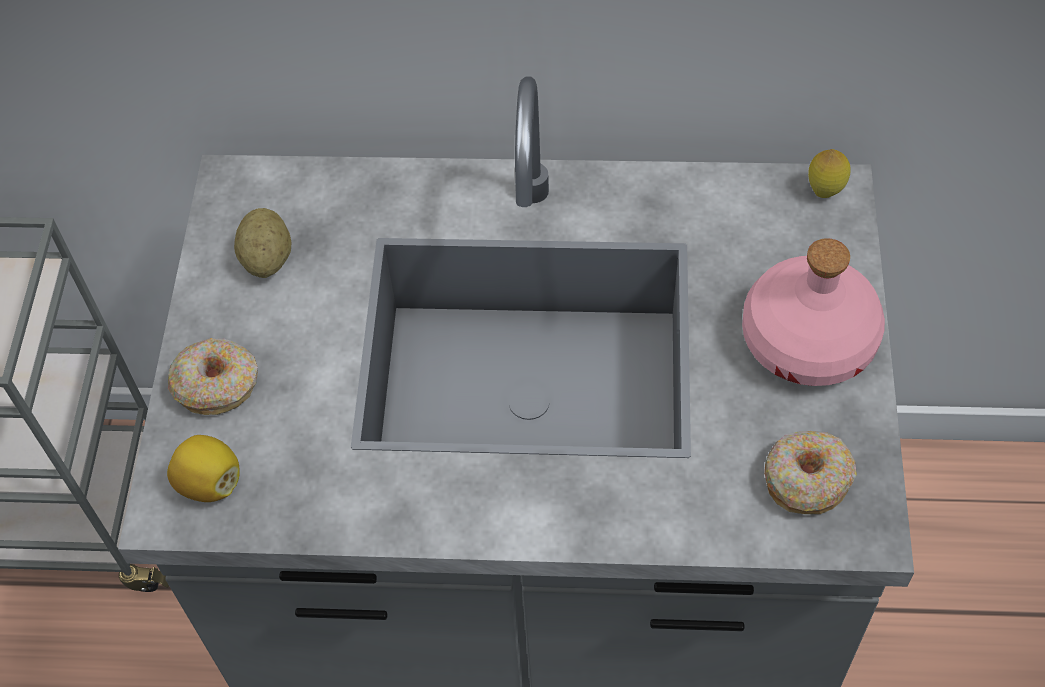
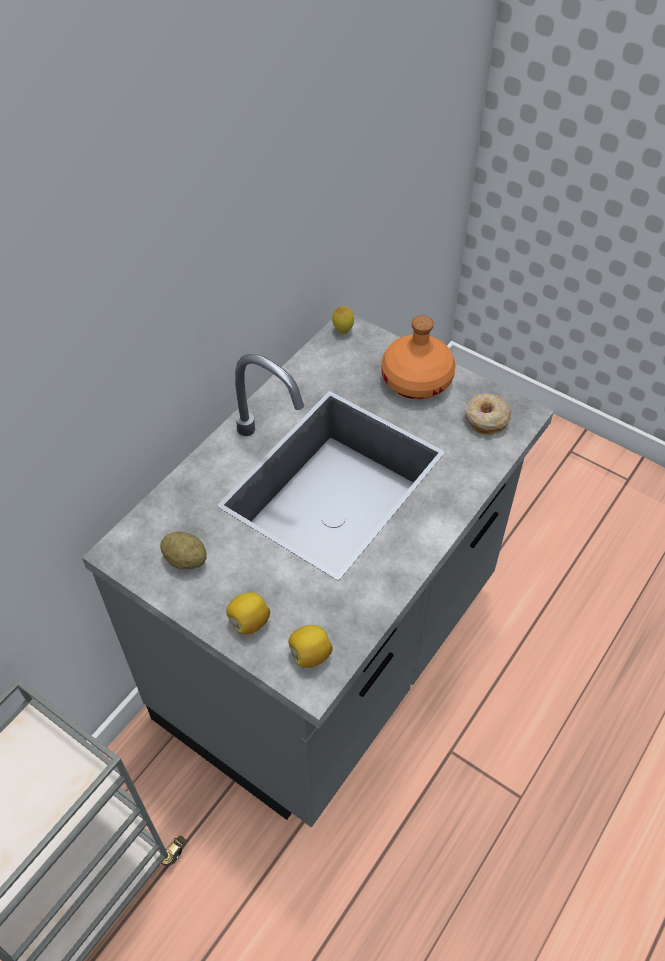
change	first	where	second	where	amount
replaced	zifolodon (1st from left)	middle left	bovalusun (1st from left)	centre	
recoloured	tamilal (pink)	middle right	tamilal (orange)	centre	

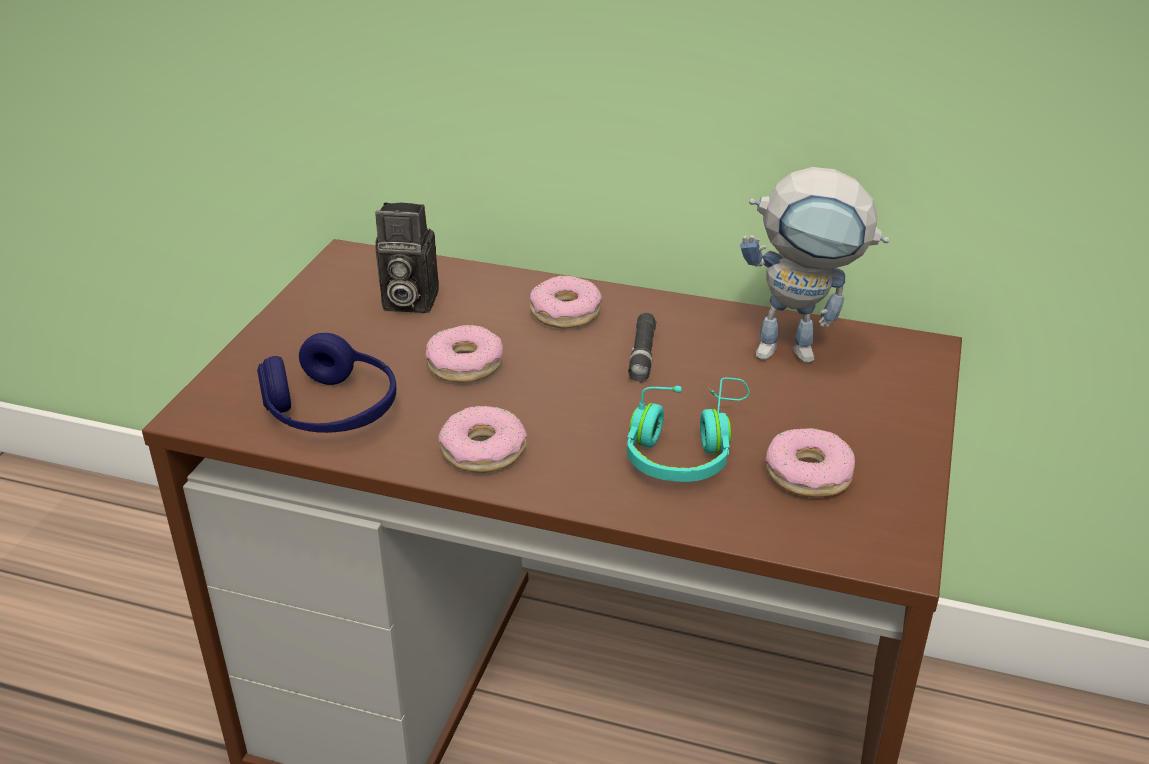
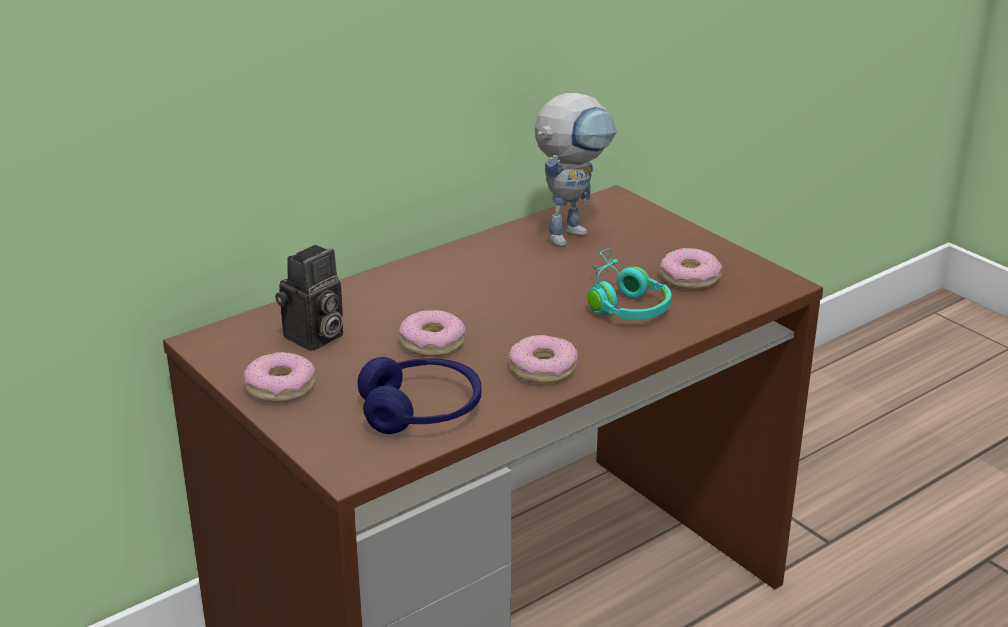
change	first	where	second	where	amount
moved	zifolodon (3rd from left in the first image)	centre	zifolodon (1st from left)	middle left	
removed	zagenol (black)	centre			

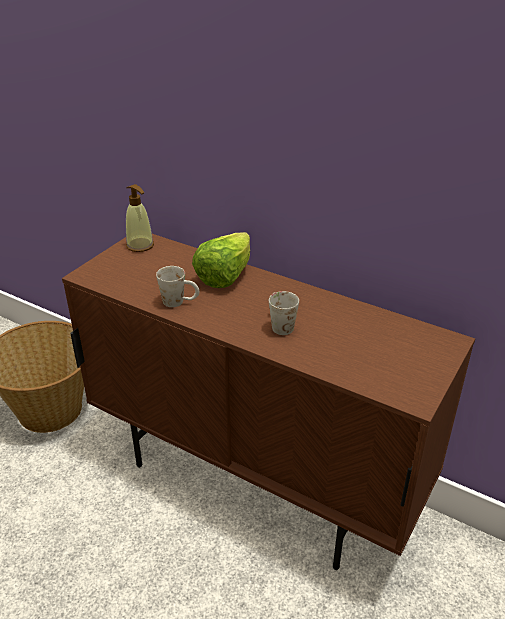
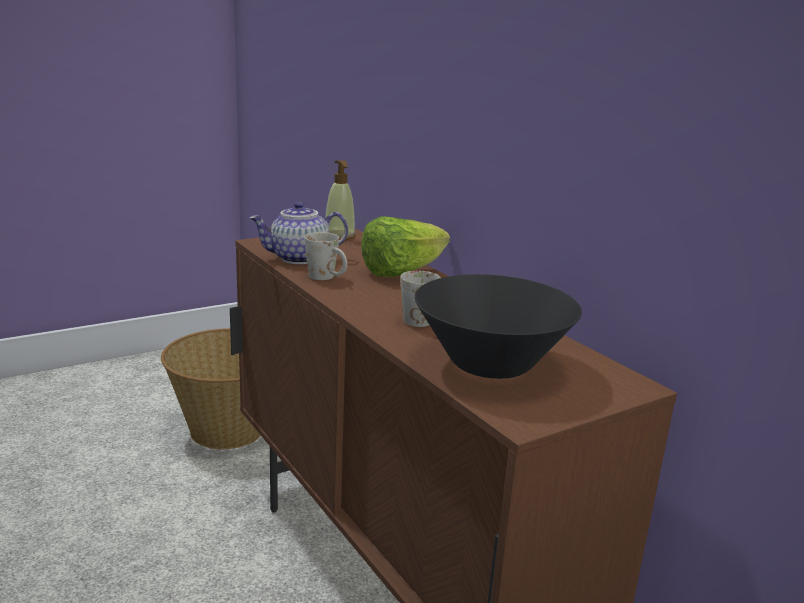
change	first	where	second	where	amount
added			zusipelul	centre	
added			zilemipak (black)	centre	

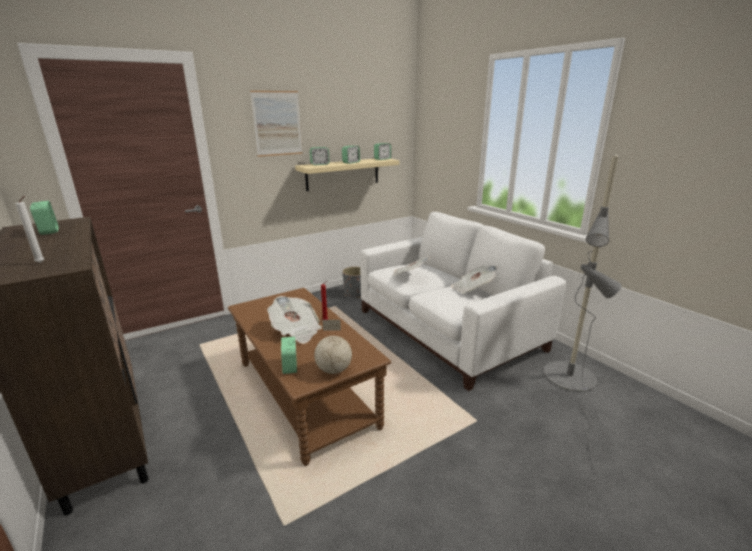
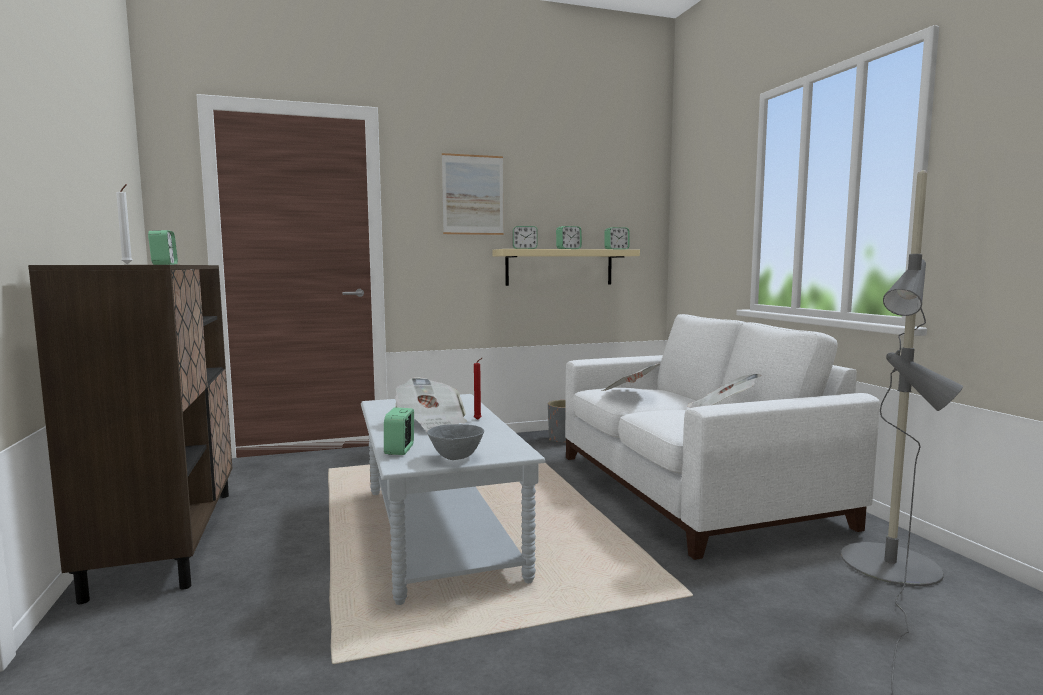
change	first	where	second	where	amount
recoloured	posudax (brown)	bottom centre	posudax (grey)	bottom centre	
replaced	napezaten	centre	zilemipak (grey)	centre	

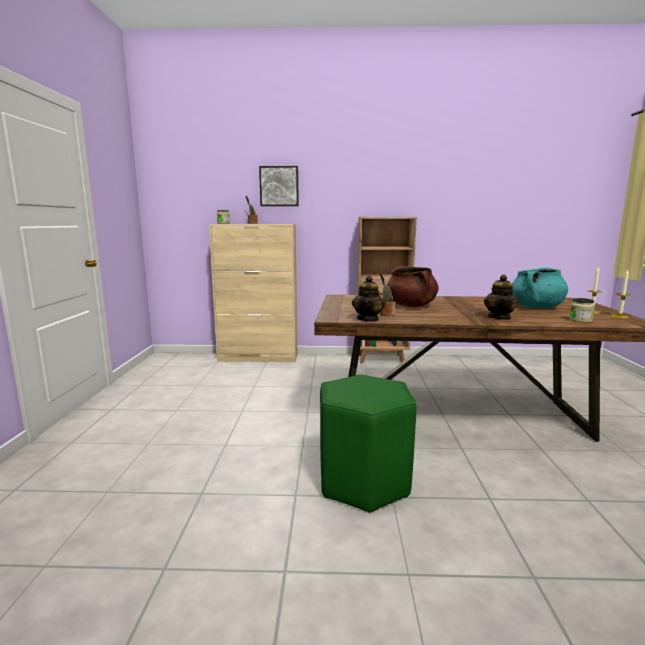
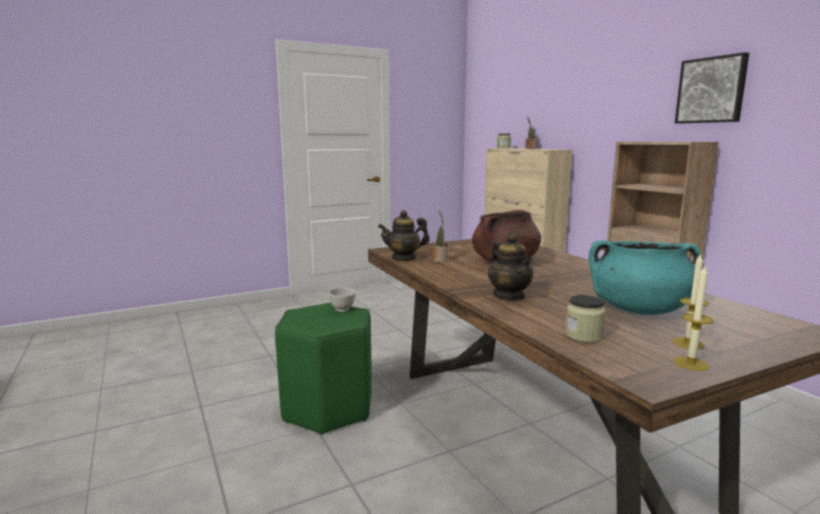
change	first	where	second	where	amount
added			zilemipak (white)	centre	
turned	zusipelul (2nd from left)	middle right		centre	90 degrees counterclockwise
moved	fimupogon	top centre		top right	

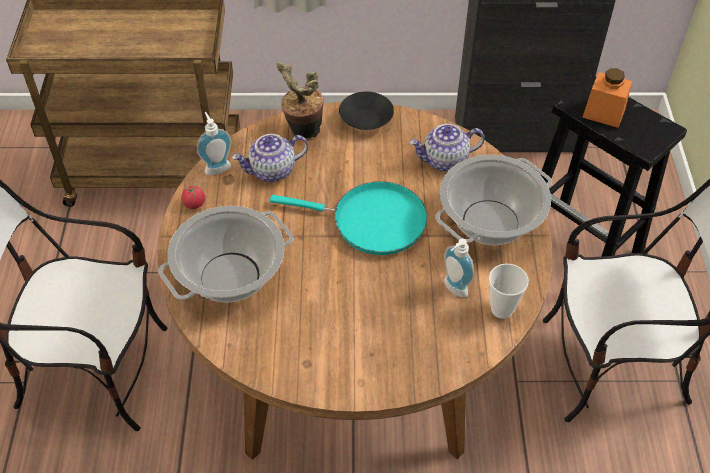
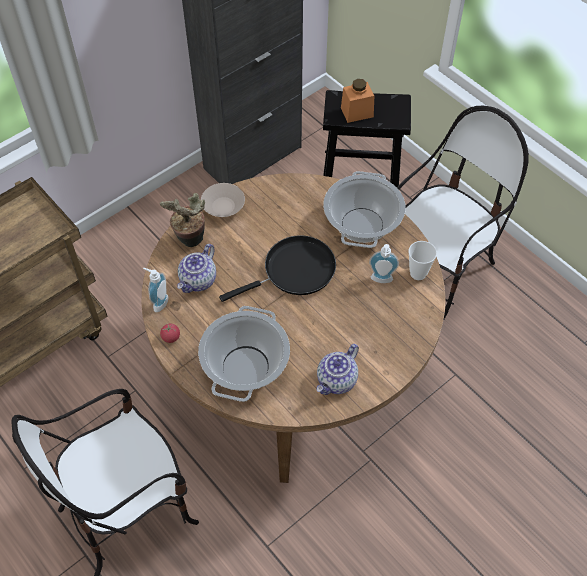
change	first	where	second	where	amount
recoloured	zilemipak (black)	top centre	zilemipak (beige)	centre	
recoloured	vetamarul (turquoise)	centre	vetamarul (black)	centre	
moved	zusipelul (2nd from left)	top centre		centre	

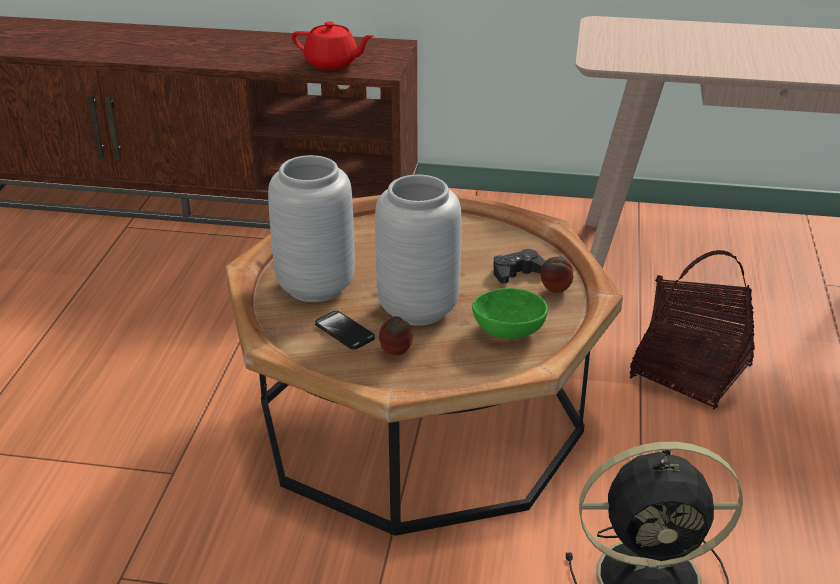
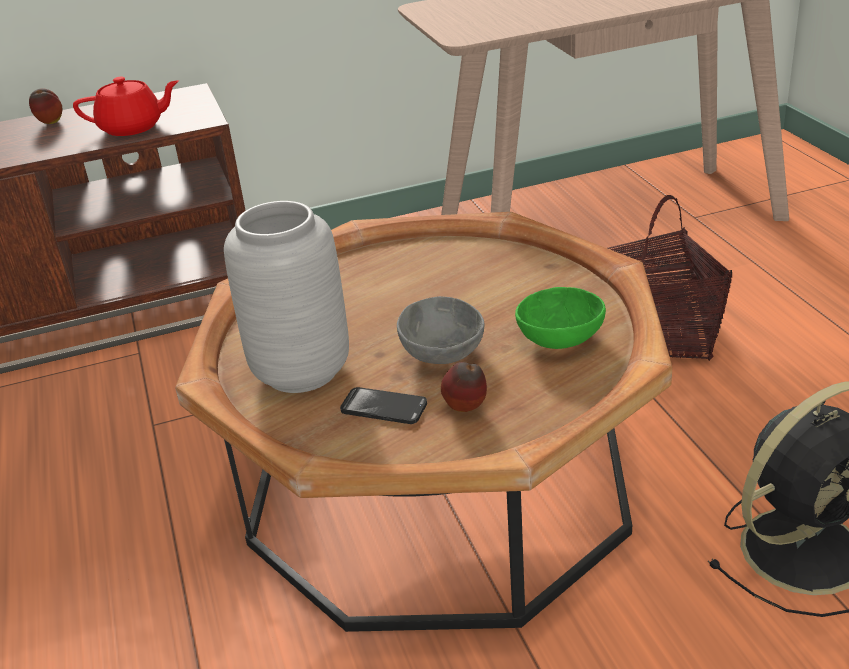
change	first	where	second	where	amount
moved	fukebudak (2nd from left in the first image)	centre	fukebudak (1st from left)	top left	
replaced	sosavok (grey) (2nd from left)	centre	zilemipak (grey)	centre	
removed	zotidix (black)	centre			

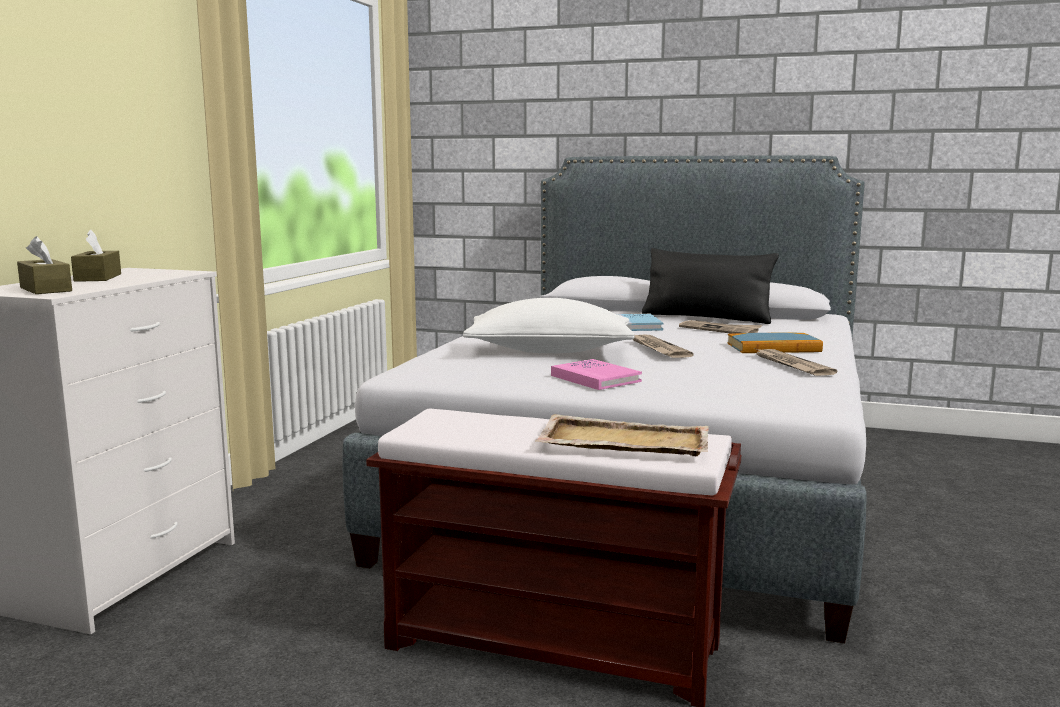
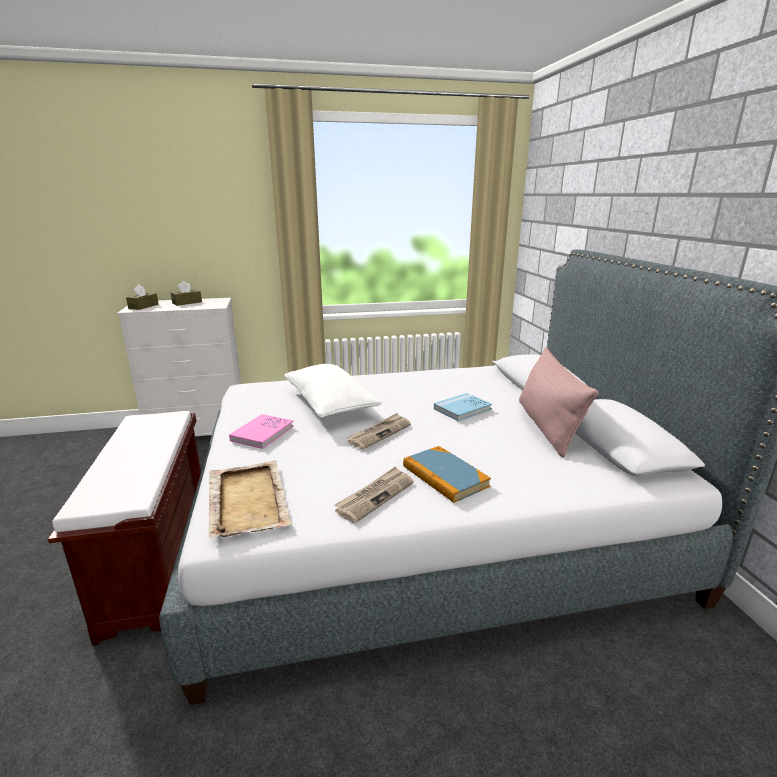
change	first	where	second	where	amount
moved	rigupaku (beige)	centre		middle left	
recoloured	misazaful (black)	middle right	misazaful (pink)	middle right	
removed	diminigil (2nd from left)	middle right			

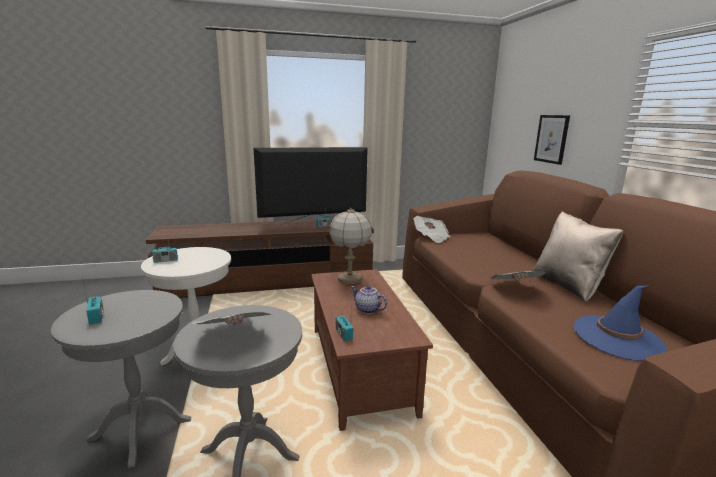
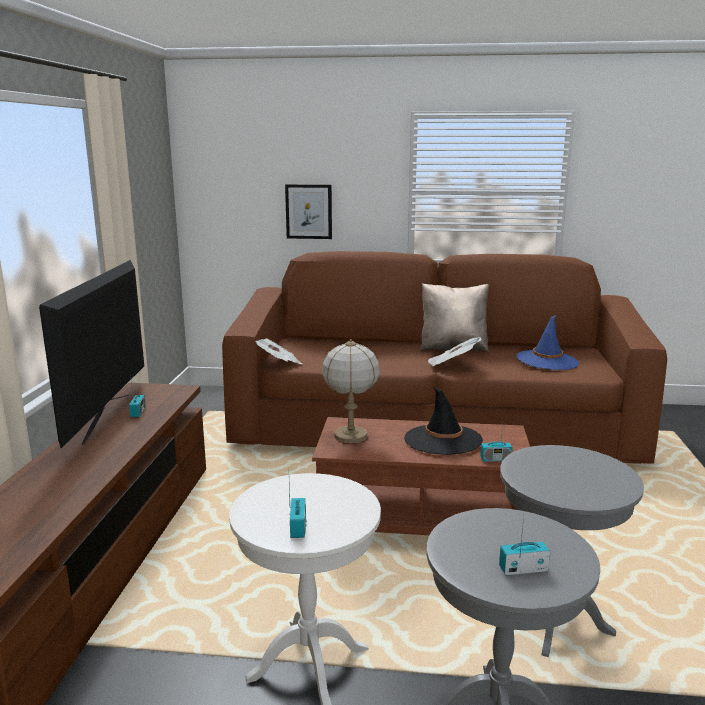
change	first	where	second	where	amount
replaced	zusipelul	centre	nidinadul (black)	centre	
removed	diminigil (1st from left)	bottom left			

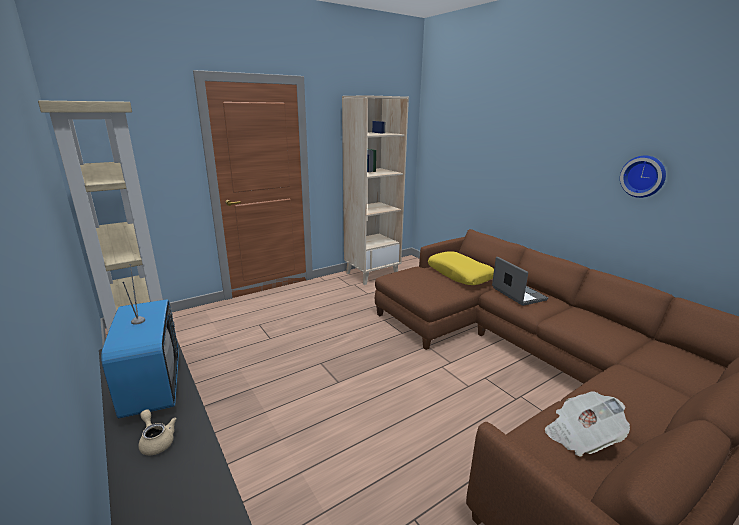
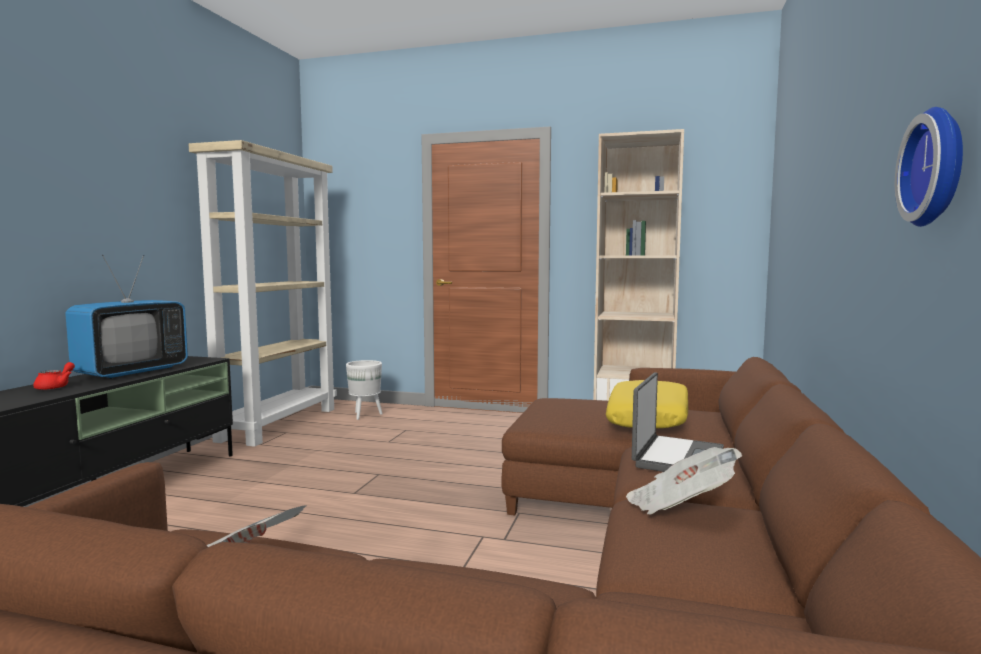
change	first	where	second	where	amount
recoloured	zusipelul (beige)	bottom left	zusipelul (red)	middle left	
added			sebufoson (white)	centre	
added			diminigil (2nd from left)	bottom right	

